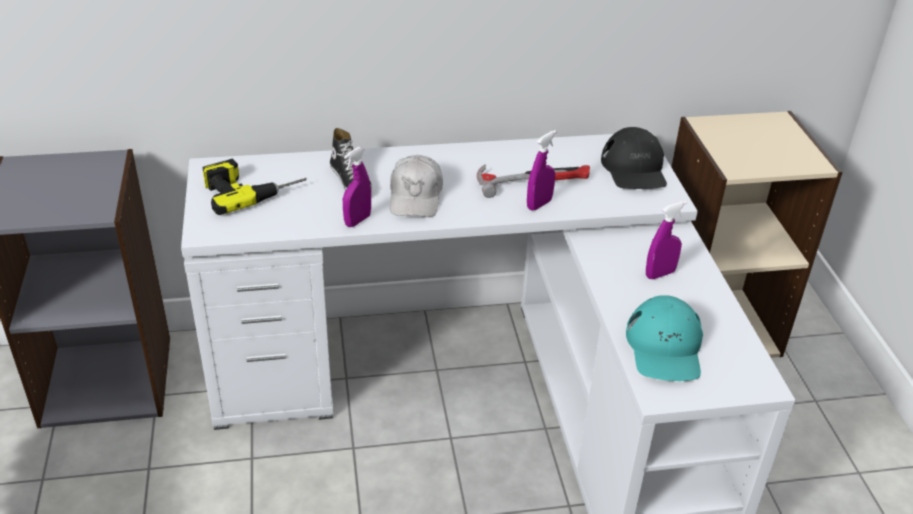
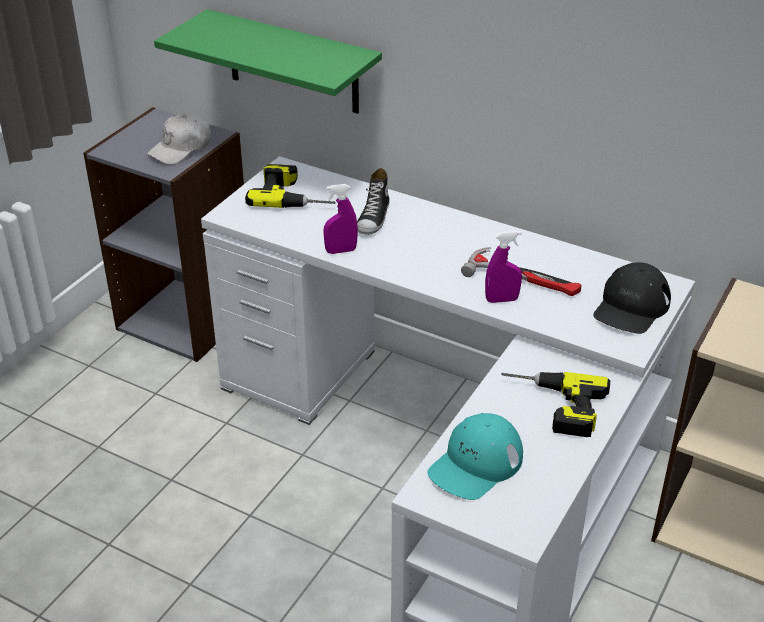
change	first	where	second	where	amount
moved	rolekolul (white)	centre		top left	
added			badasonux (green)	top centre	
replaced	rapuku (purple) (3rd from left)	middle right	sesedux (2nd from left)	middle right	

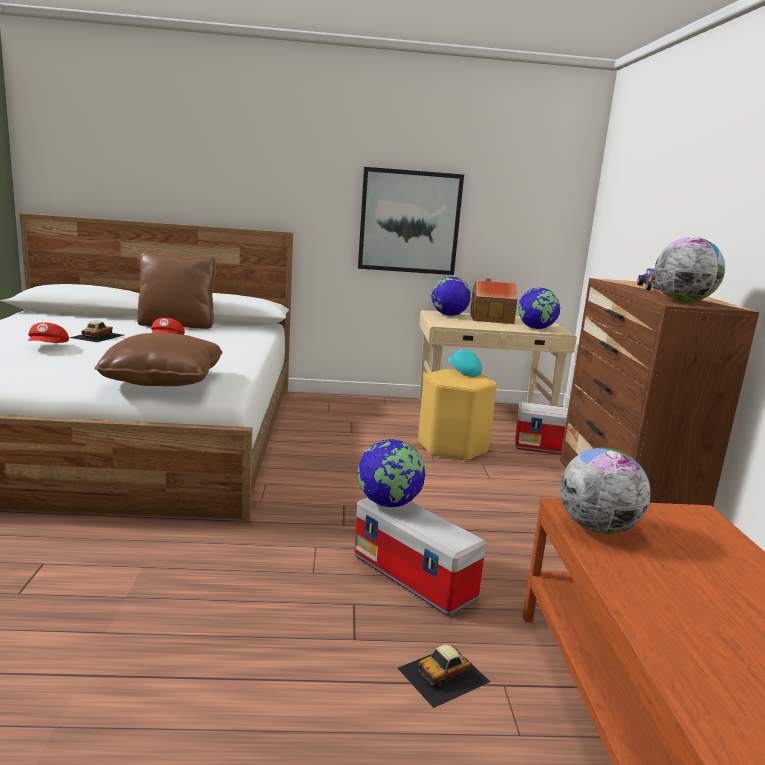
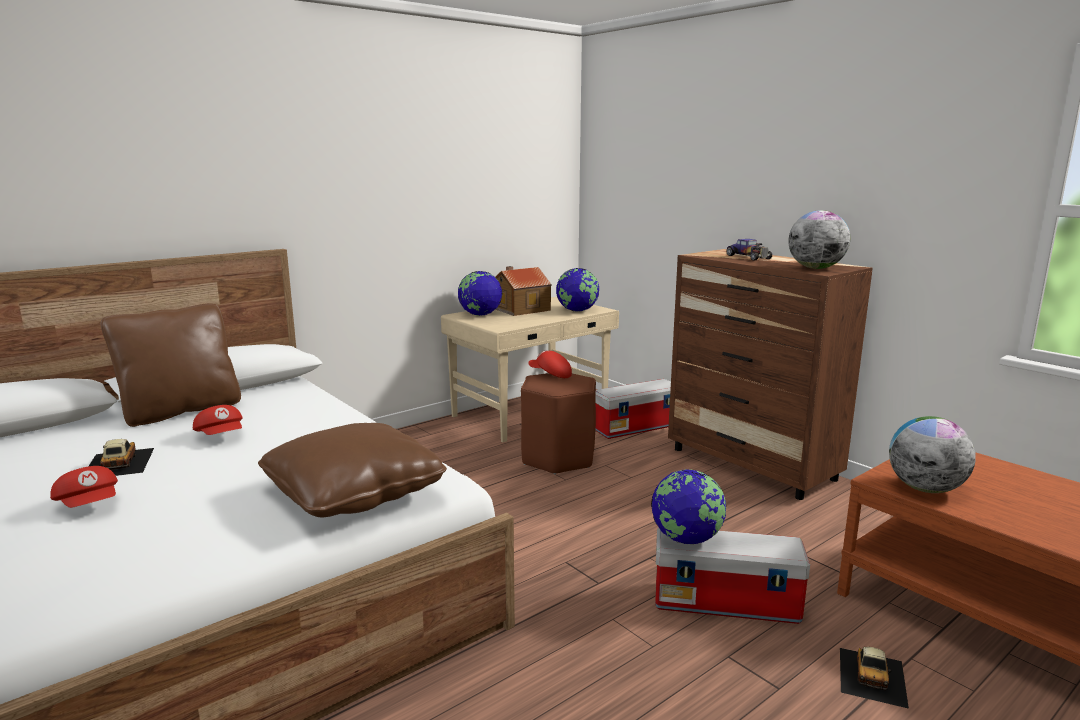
change	first	where	second	where	amount
recoloured	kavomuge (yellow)	centre	kavomuge (brown)	centre	
recoloured	rolekolul (turquoise)	centre	rolekolul (red) (3rd from left)	centre	
removed	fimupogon	top centre			

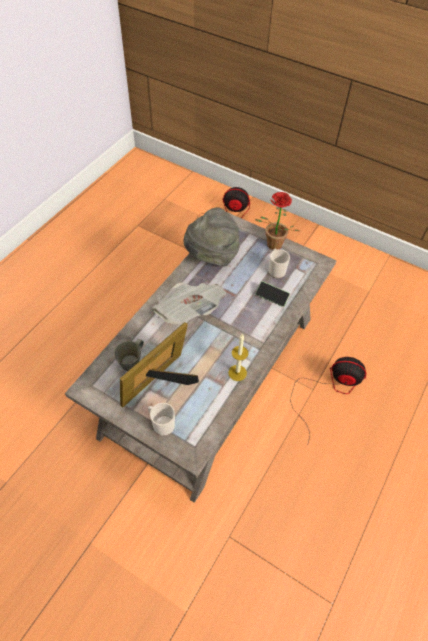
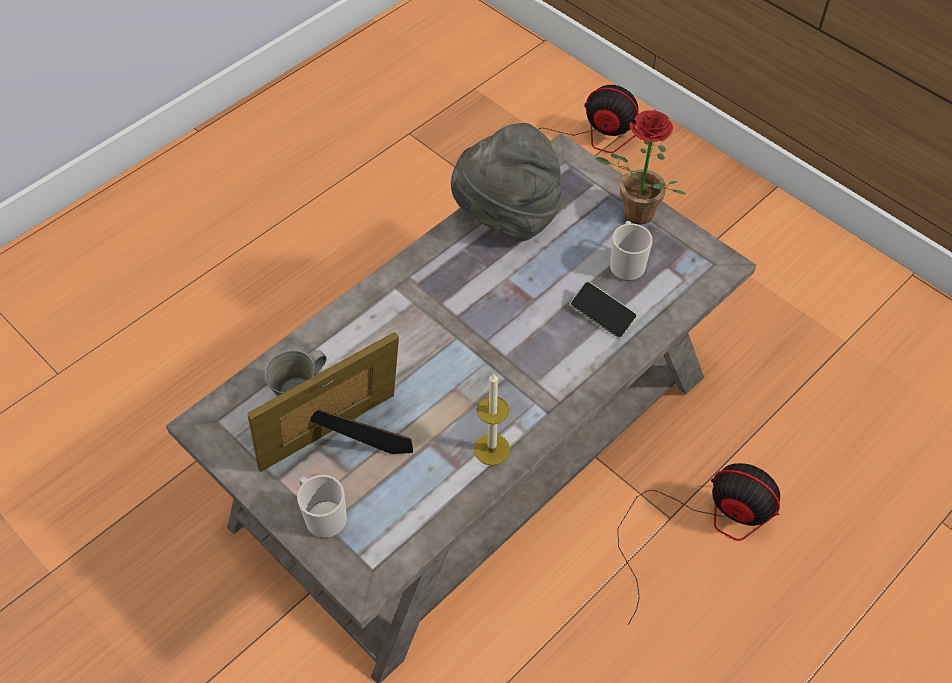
change	first	where	second	where	amount
removed	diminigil	centre			

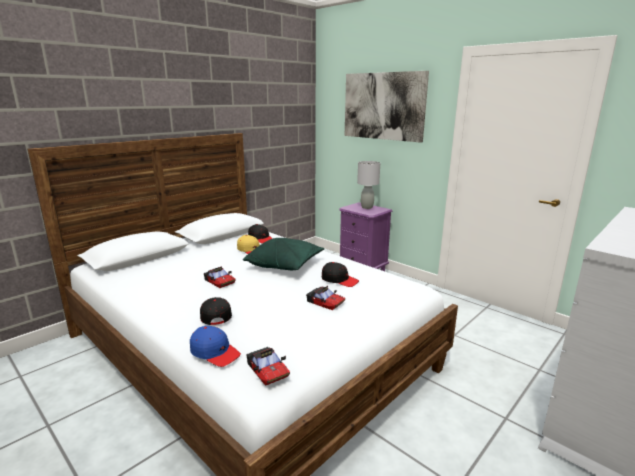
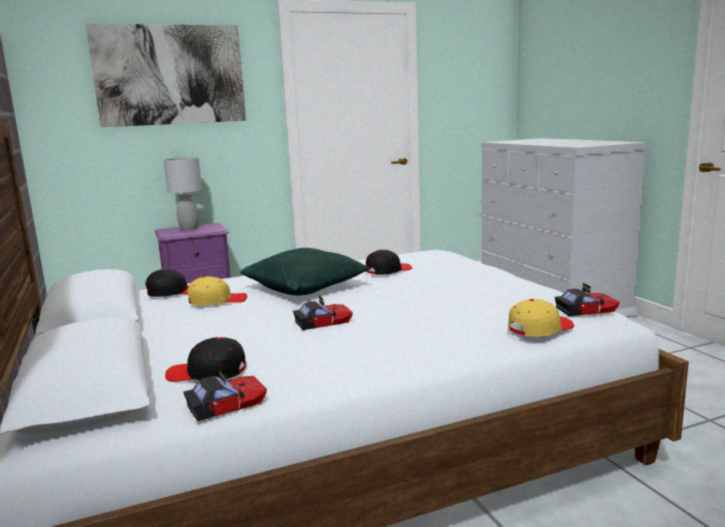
change	first	where	second	where	amount
moved	rolekolul (black) (1st from left in the first image)	centre	rolekolul (black) (2nd from left)	bottom left	
moved	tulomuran (3rd from left in the first image)	centre	tulomuran (1st from left)	bottom left	
recoloured	rolekolul (blue)	bottom centre	rolekolul (yellow) (2nd from left)	middle right	

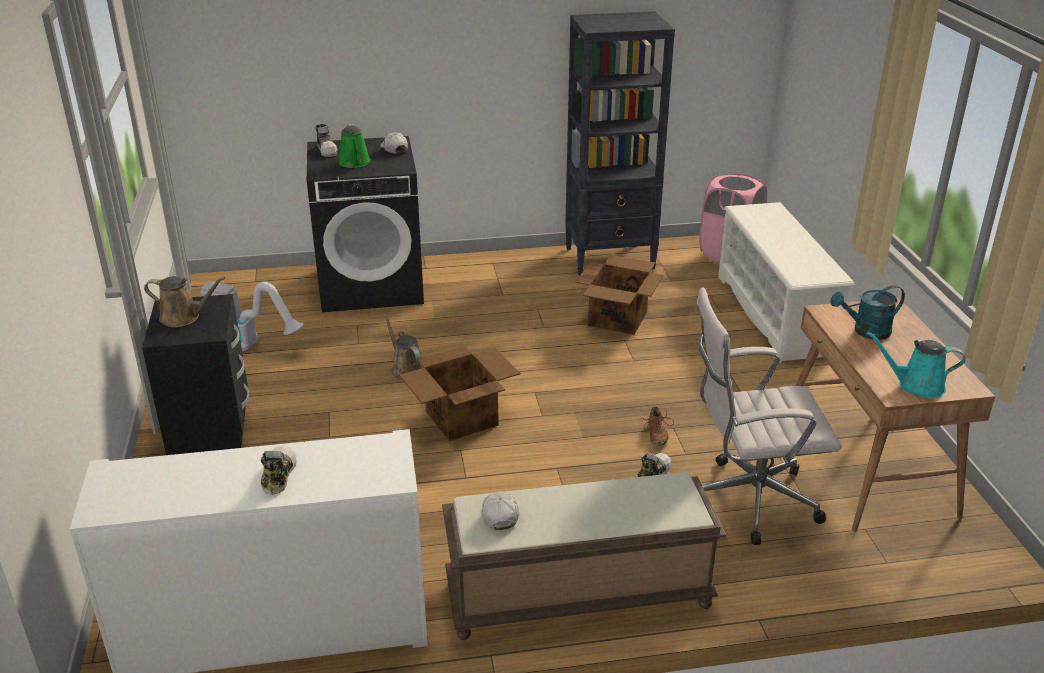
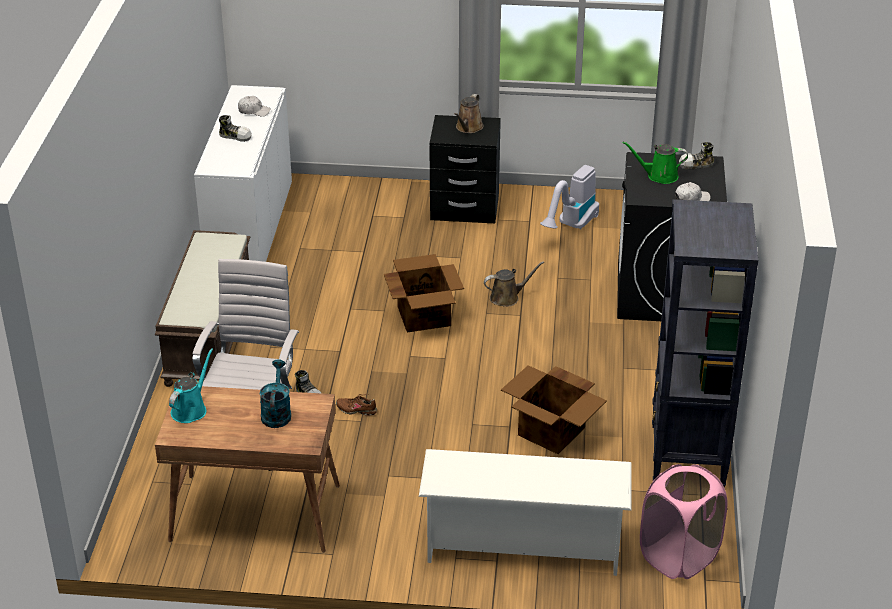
change	first	where	second	where	amount
moved	rolekolul (white) (2nd from left in the first image)	bottom centre	rolekolul (white) (1st from left)	top left	

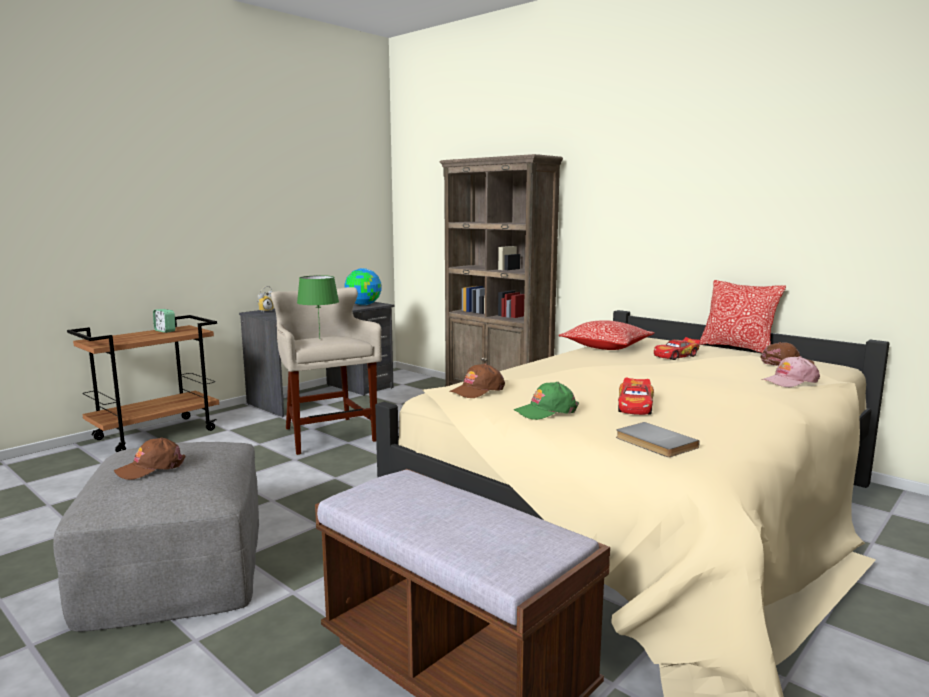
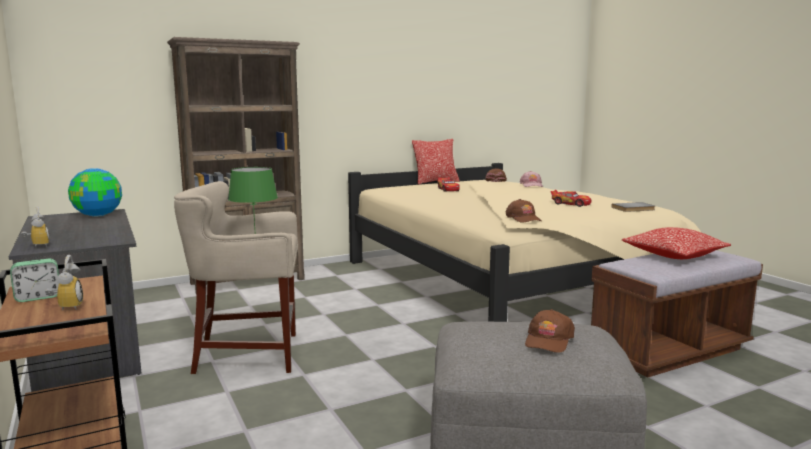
change	first	where	second	where	amount
added			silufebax (3rd from left)	middle left	
turned	rolekolul (brown) (1st from left in the first image)	middle left	rolekolul (brown) (3rd from left)	bottom right	45 degrees clockwise
moved	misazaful (1st from left in the first image)	centre	misazaful (2nd from left)	middle right	
removed	rolekolul (green)	centre			

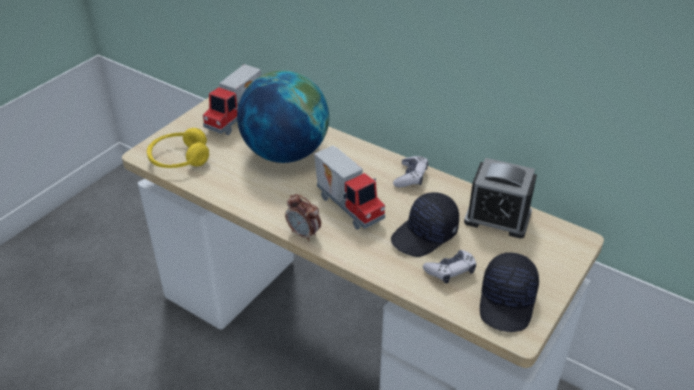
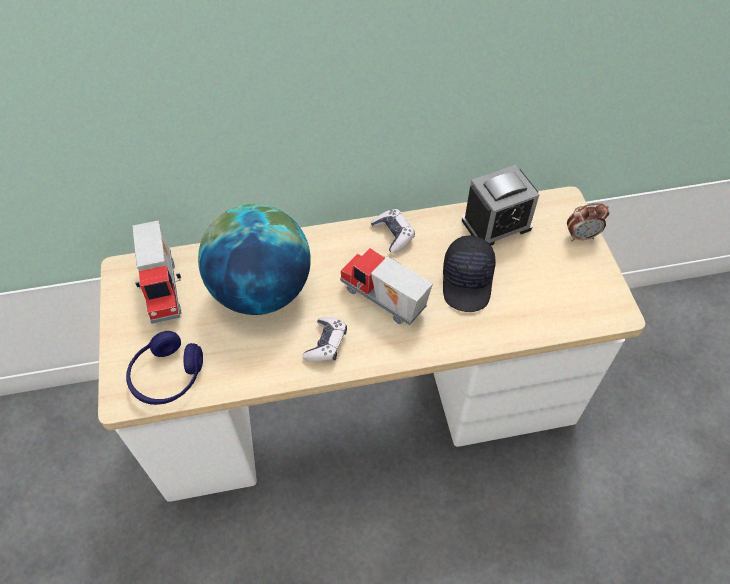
change	first	where	second	where	amount
recoloured	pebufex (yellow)	middle left	pebufex (blue)	middle left	
moved	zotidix (2nd from left in the first image)	bottom centre	zotidix (1st from left)	centre	
turned	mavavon (2nd from left)	centre		centre	150 degrees counterclockwise
moved	silufebax (1st from left in the first image)	centre	silufebax (2nd from left)	middle right	
removed	rolekolul (black) (2nd from left)	bottom right			

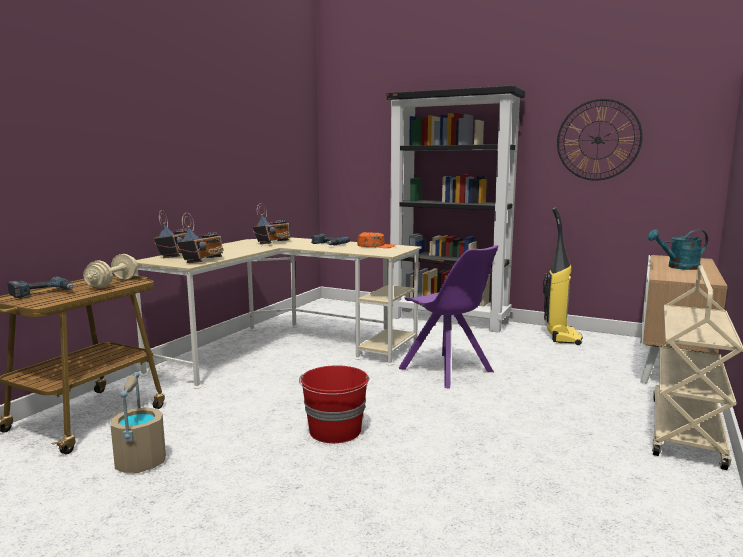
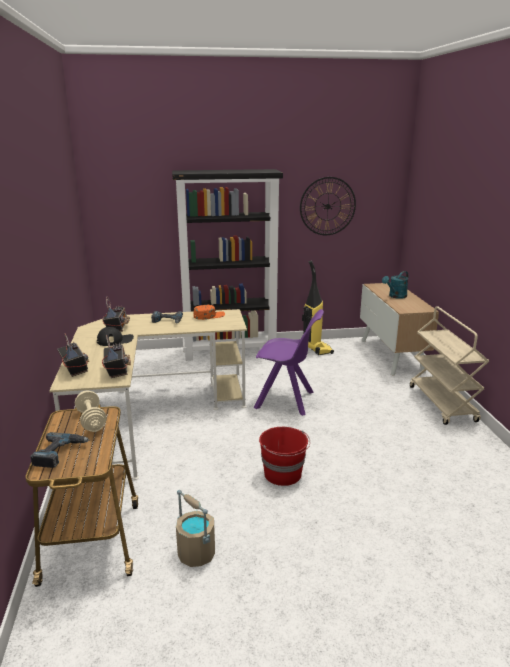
change	first	where	second	where	amount
added			rolekolul (black)	middle left	

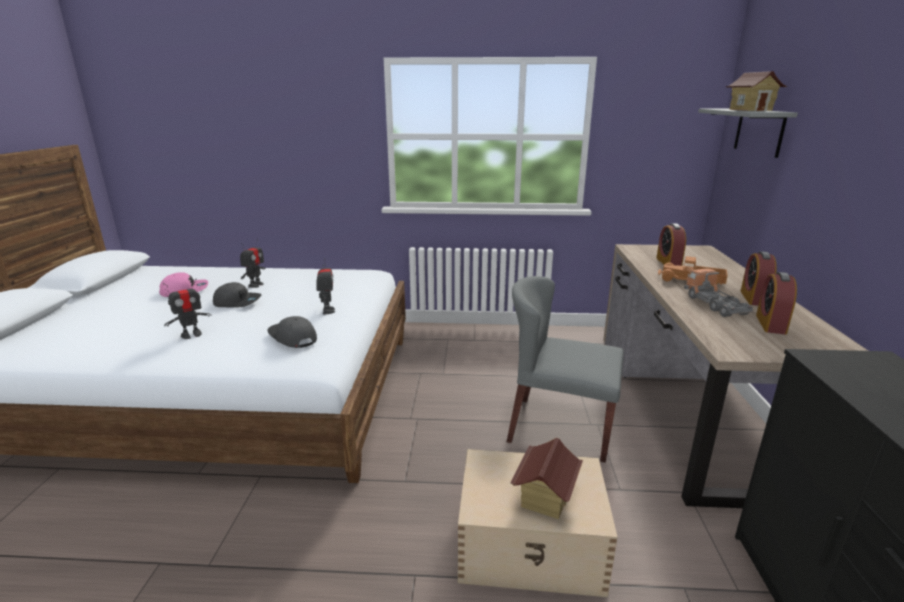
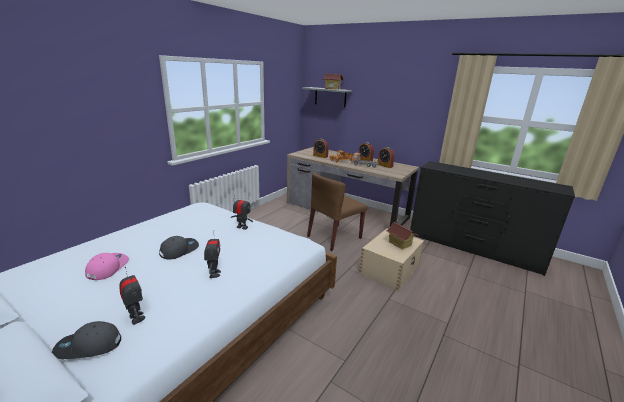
change	first	where	second	where	amount
moved	rolekolul (grey) (2nd from left in the first image)	middle left	rolekolul (grey) (1st from left)	bottom left	
moved	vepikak (2nd from left in the first image)	middle left	vepikak (1st from left)	bottom left	
recoloured	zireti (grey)	centre	zireti (brown)	centre	

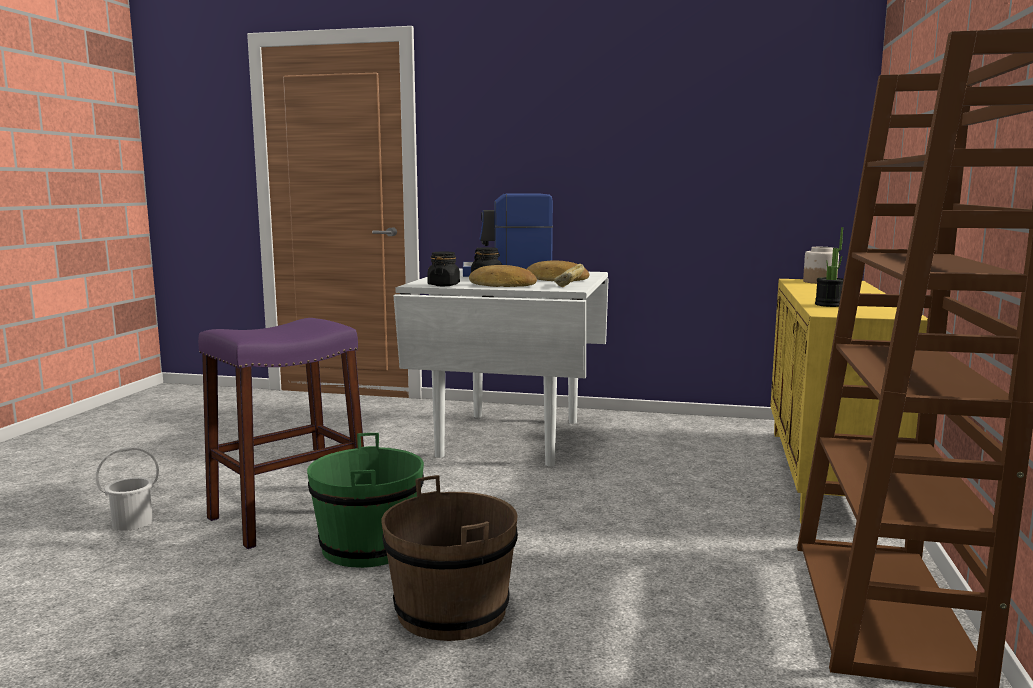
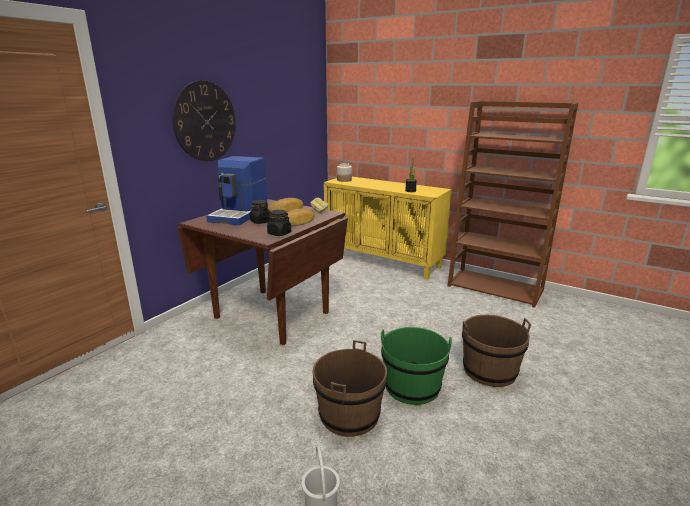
change	first	where	second	where	amount
added			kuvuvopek	top left	
recoloured	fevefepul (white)	centre	fevefepul (brown)	centre	
replaced	kavomuge (purple)	middle left	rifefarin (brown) (1st from left)	bottom centre	

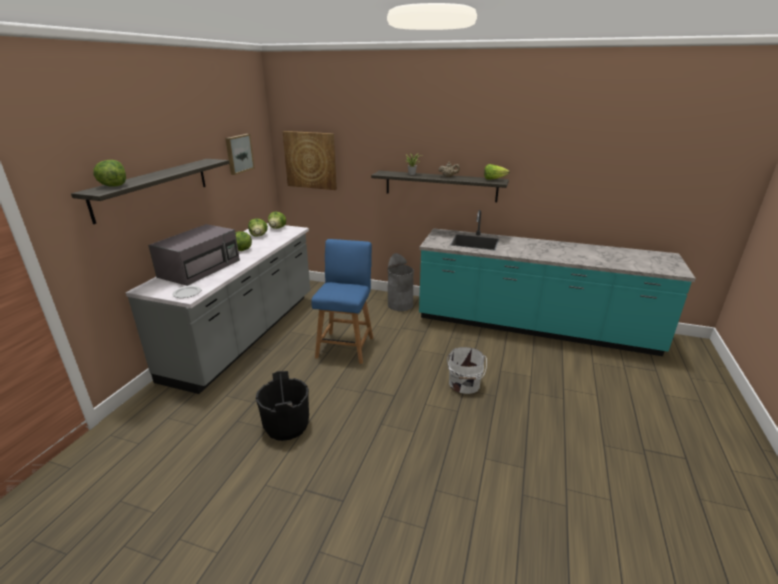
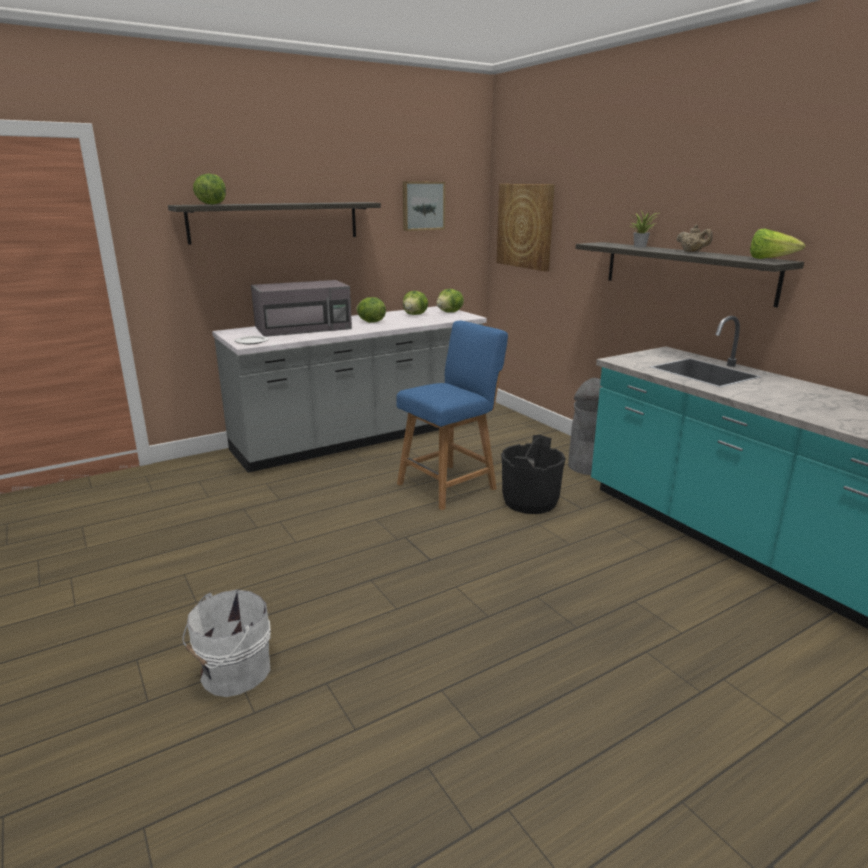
change	first	where	second	where	amount
moved	rifefarin (white)	centre		bottom left	
moved	rifefarin (black)	bottom centre		centre	

